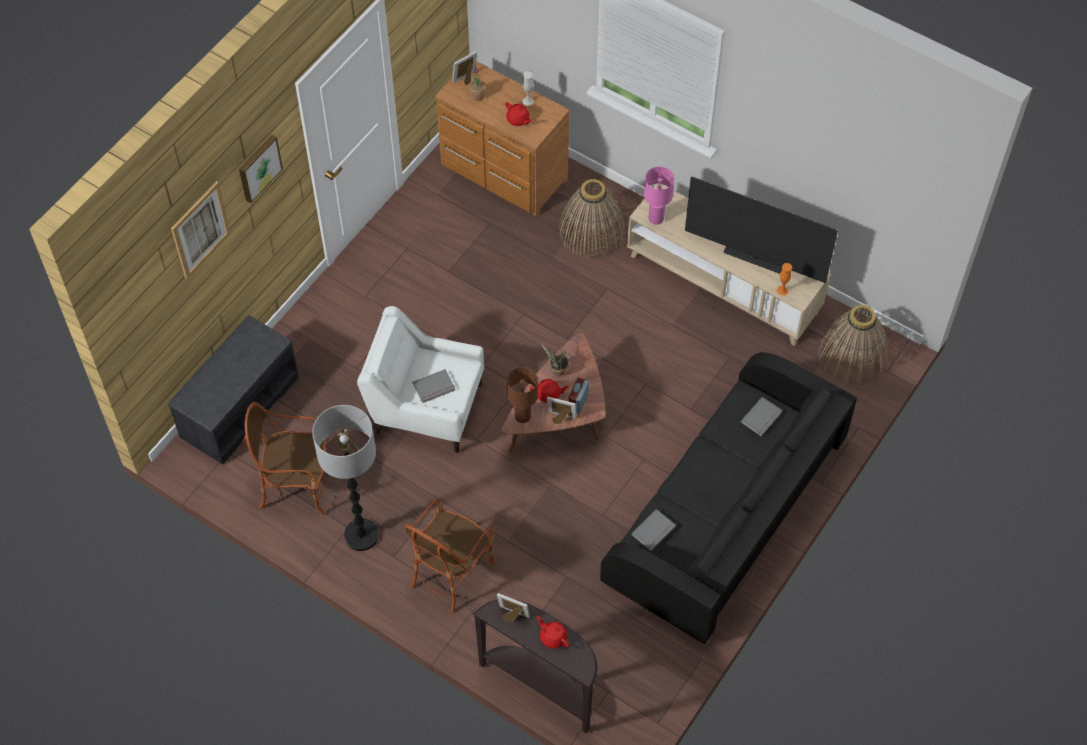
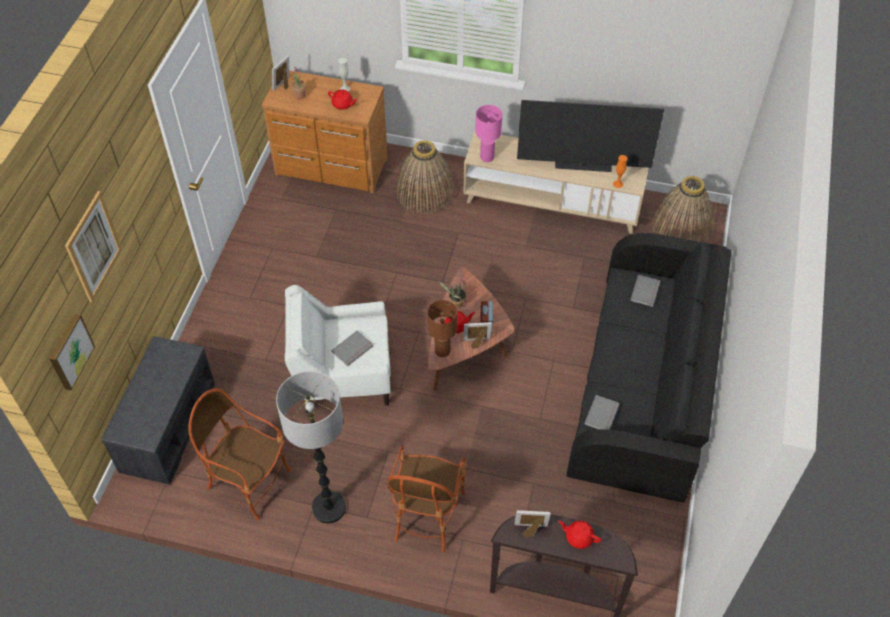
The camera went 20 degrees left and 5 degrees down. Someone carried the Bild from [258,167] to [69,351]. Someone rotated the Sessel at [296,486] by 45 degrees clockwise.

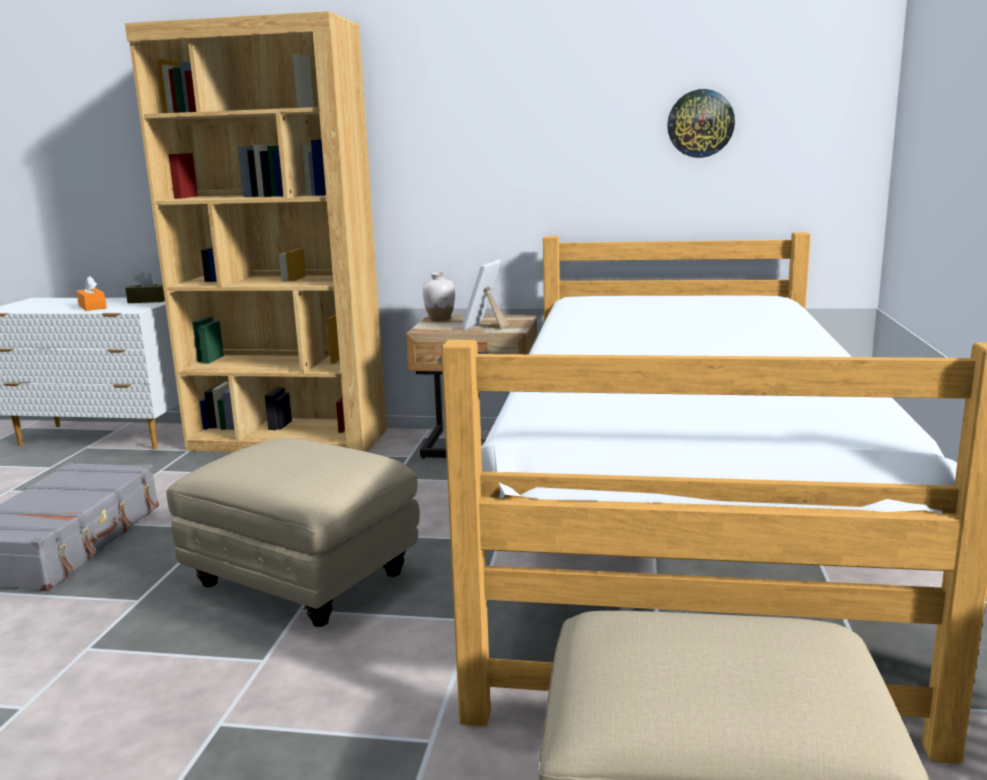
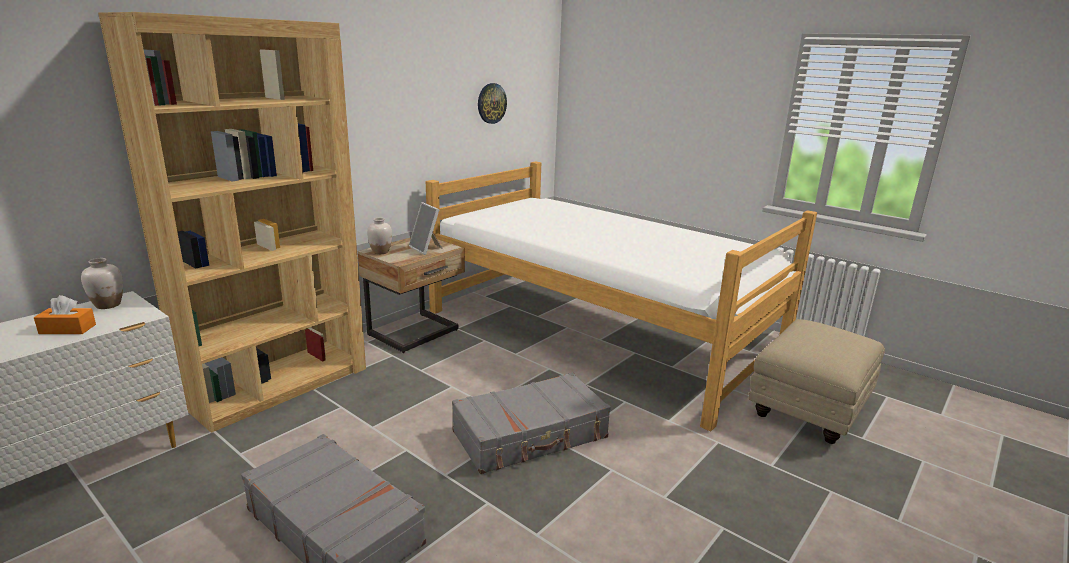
The camera went 60 degrees left and 5 degrees up. Someone swapped the Taschentuchbox [braun] at [148,301] for the Vase [weiß] at [108,305]. Someone swapped the Polsterhocker [beige] at [305,581] for the Koffer [grau] at [531,435].

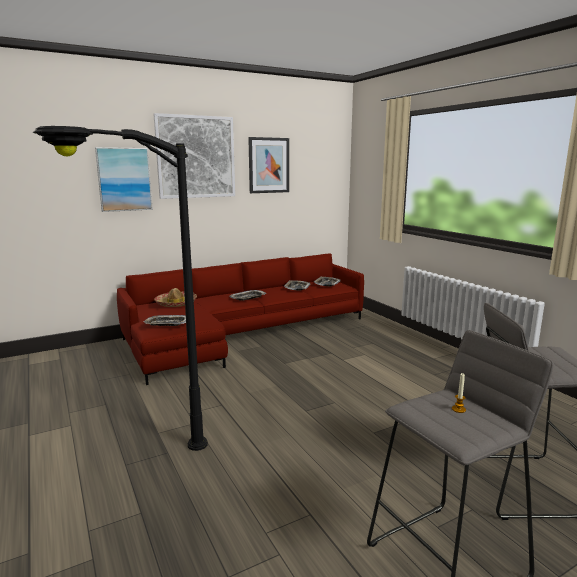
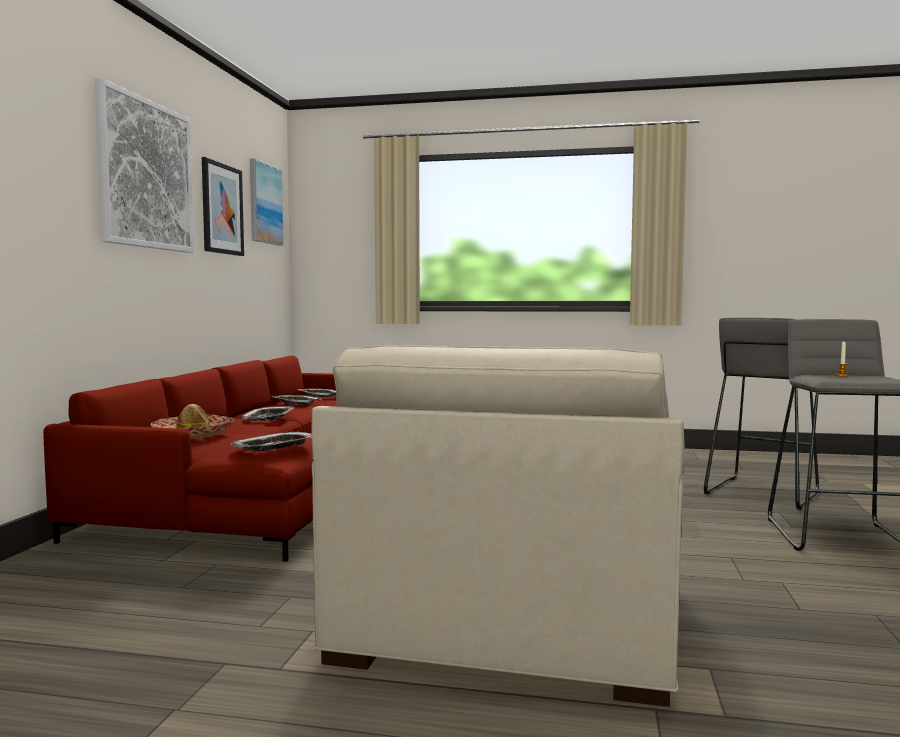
The camera went 50 degrees left and 10 degrees down. Someone carried the Bild from [124,179] to [265,204]. Someone swapped the Stehlampe [schwarz] at [132,463] for the Sessel [beige] at [511,610].

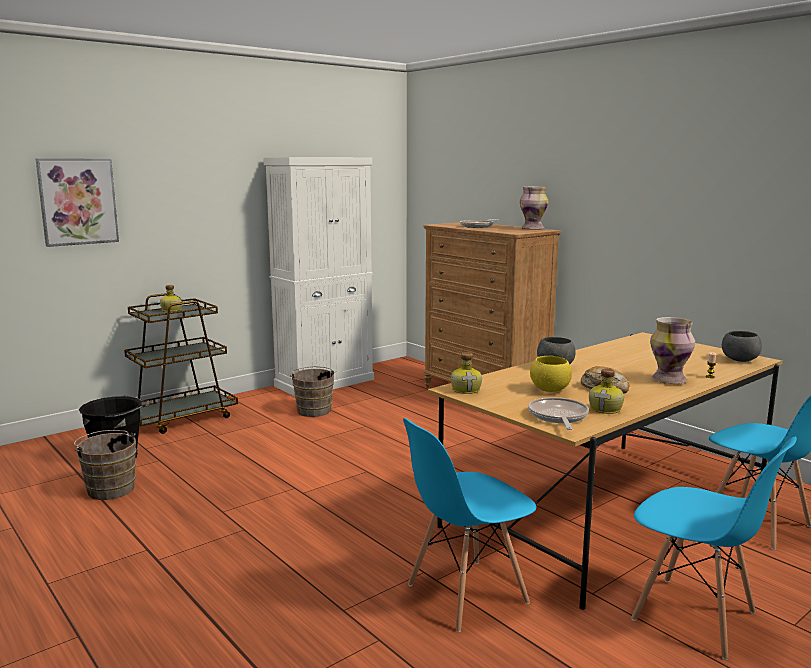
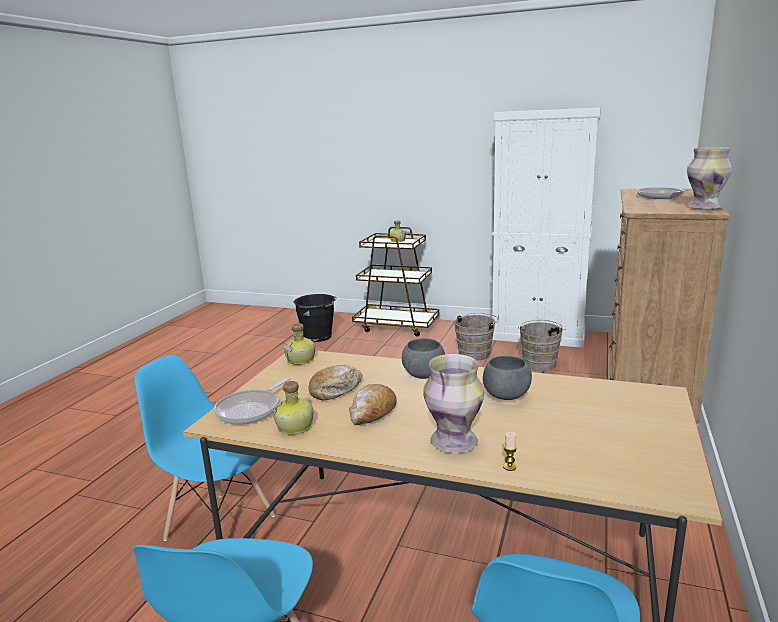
The camera went 60 degrees right and 5 degrees up. Someone rotated the Pfanne at [558,417] by 150 degrees clockwise. Someone swapped the Schüssel [gelb] at [549,390] for the Brot at [336,389]. Someone carried the Schüssel [grau] from [739,360] to [507,396]. Someone carried the Eimer [braun] from [110,488] to [539,363]. Someone took away the Bild at [78,201].

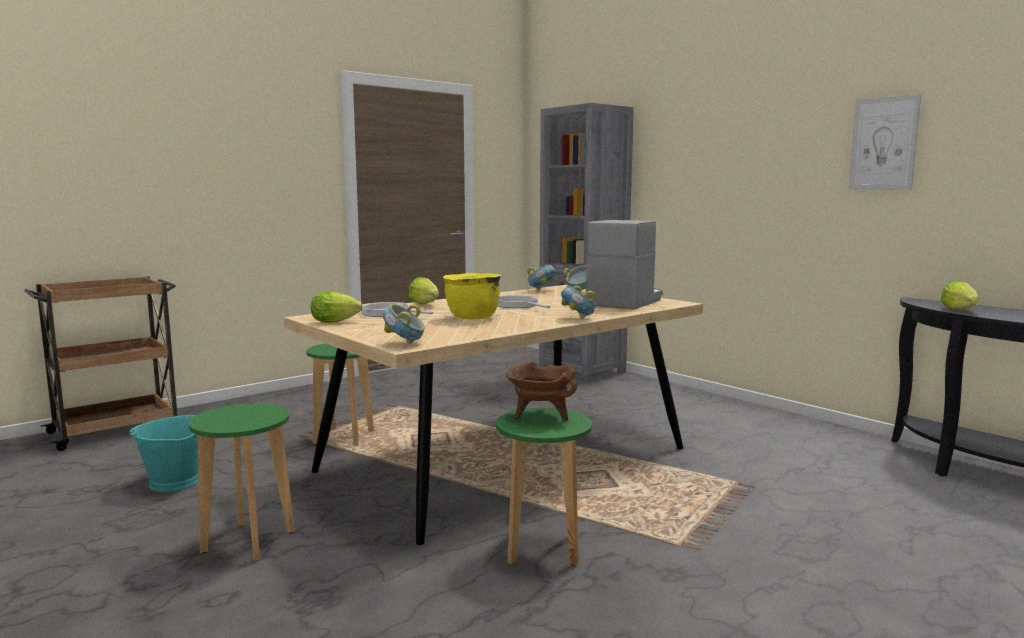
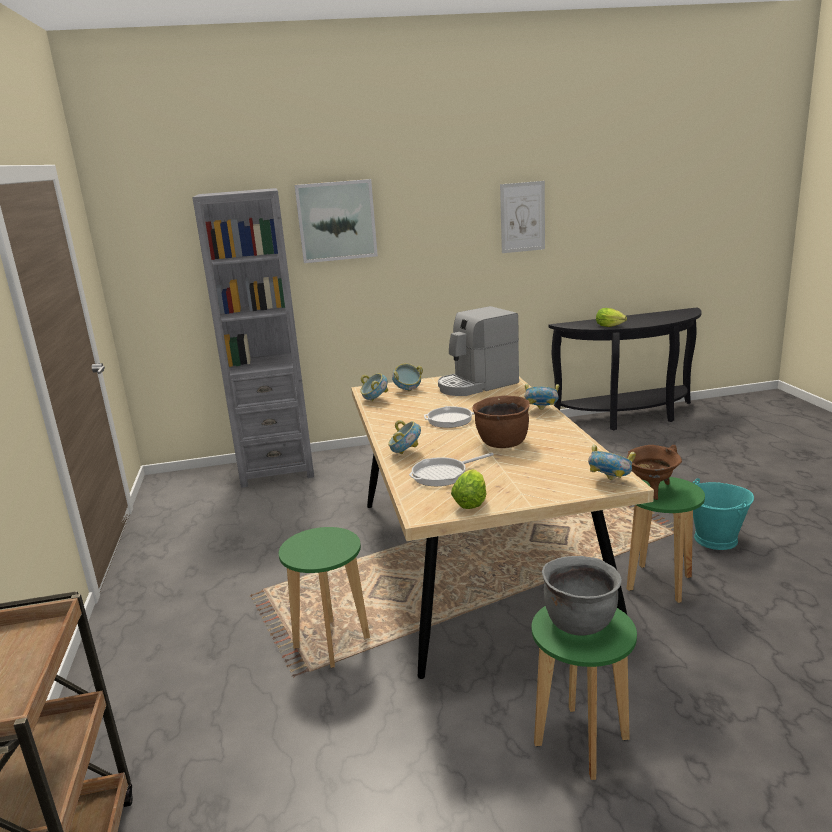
The camera went 60 degrees left and 10 degrees up. Someone put up the Bild at [336,221]. Someone swapped the Salatkopf at [426,304] for the Schüssel at [405,453]. Someone rotated the Kaffeemaschine at [626,301] by 90 degrees counterclockwise. Someone repainted the Kochtopf [gelb] at [472,317], which became the Kochtopf [braun] at [502,444]. Someone put down the Kochtopf [grau] at [579,622]. Someone carried the Eimer [türkis] from [174,482] to [716,540].

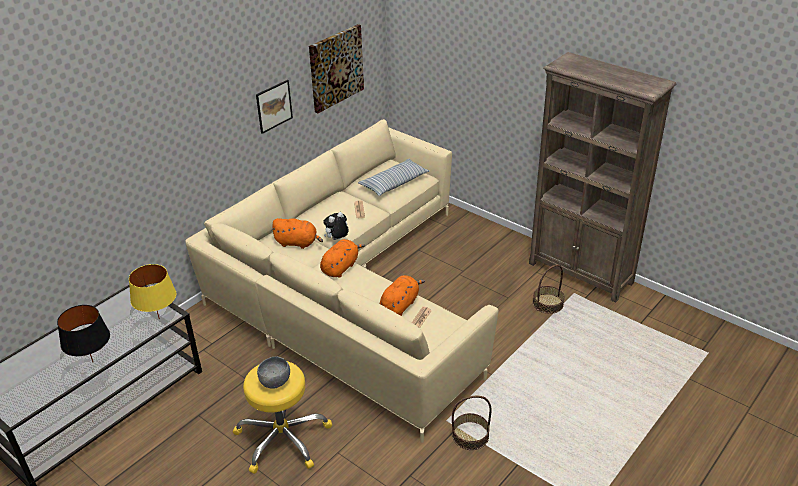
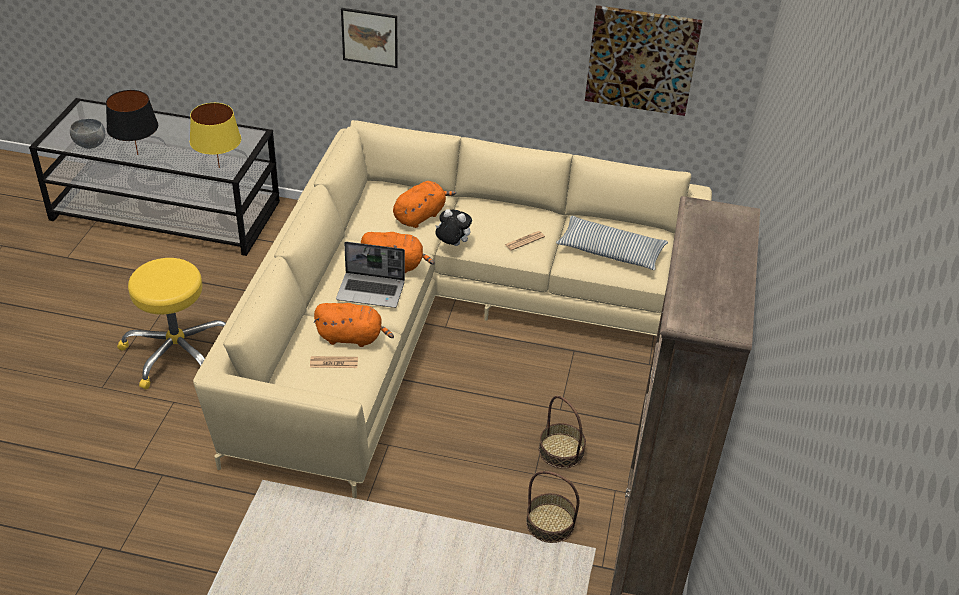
The camera went 60 degrees right and 5 degrees up. Someone carried the Schüssel [grau] from [276,382] to [90,145]. Someone put down the Laptop at [371,291]. Someone carried the Bild from [274,106] to [370,37]. Someone rotated the Plüschtier [orange] at [298,243] by 120 degrees counterclockwise. Someone carried the Korb from [470,435] to [561,451].

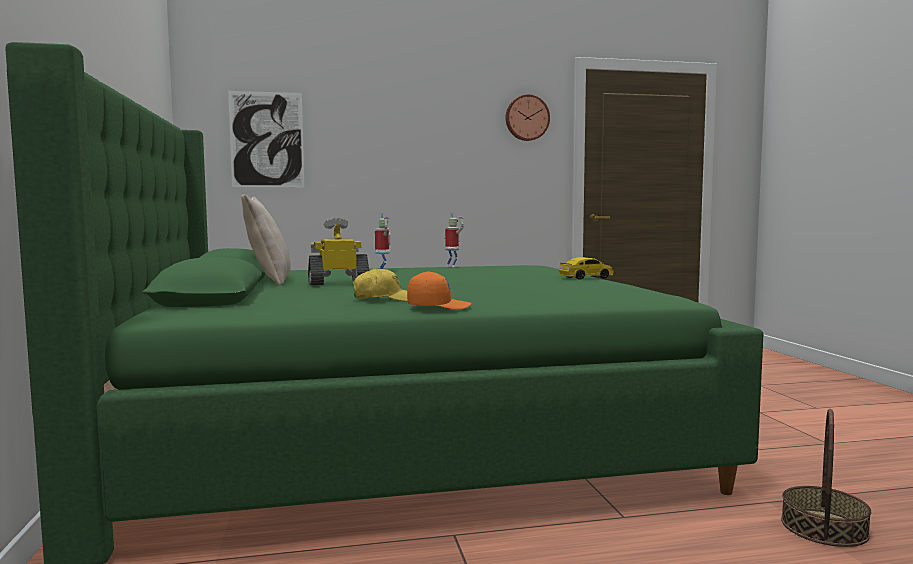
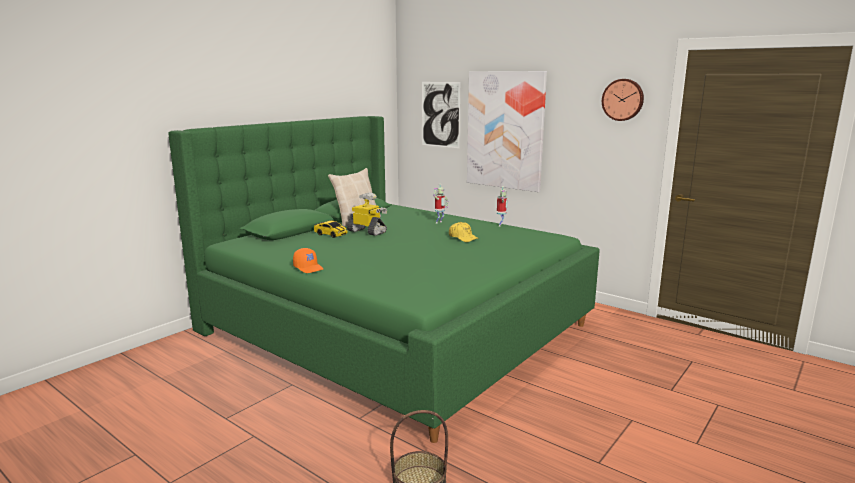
The camera went 50 degrees right and 10 degrees up. Someone carried the Spielzeugauto from [586,278] to [330,234]. Someone carried the Kappe [gelb] from [384,299] to [463,238]. Someone put up the Bild at [505,130].

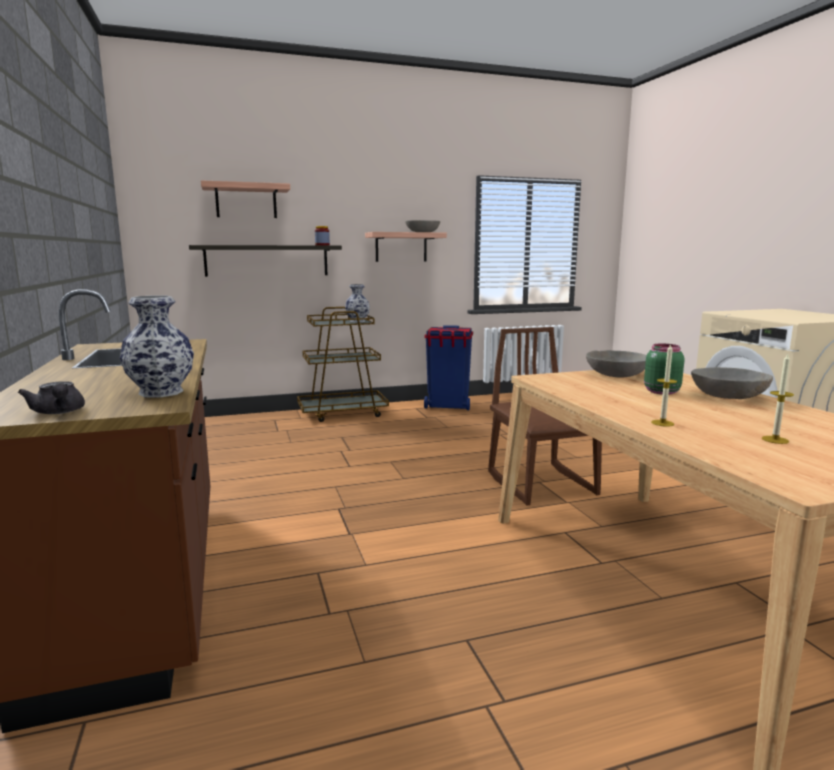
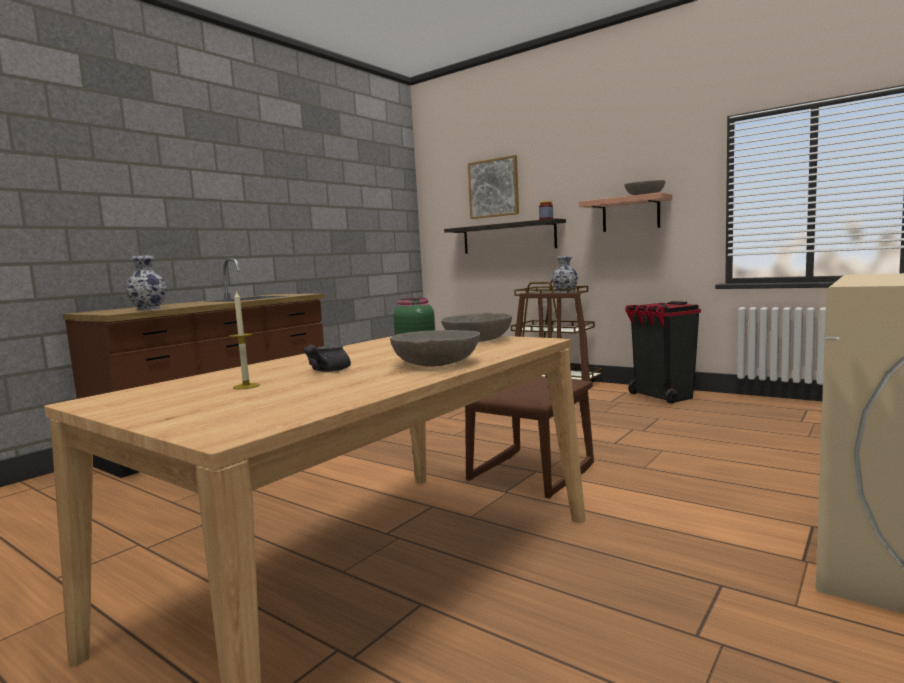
The camera went 55 degrees right and 5 degrees down. Someone carried the Teekanne [grau] from [59,412] to [327,371]. Someone swapped the Wandregal at [246,201] for the Bild at [493,188]. Someone repainted the Mülleimer [blau] at [448,406], which became the Mülleimer [schwarz] at [663,397]. Someone took away the Kerze at [662,423].

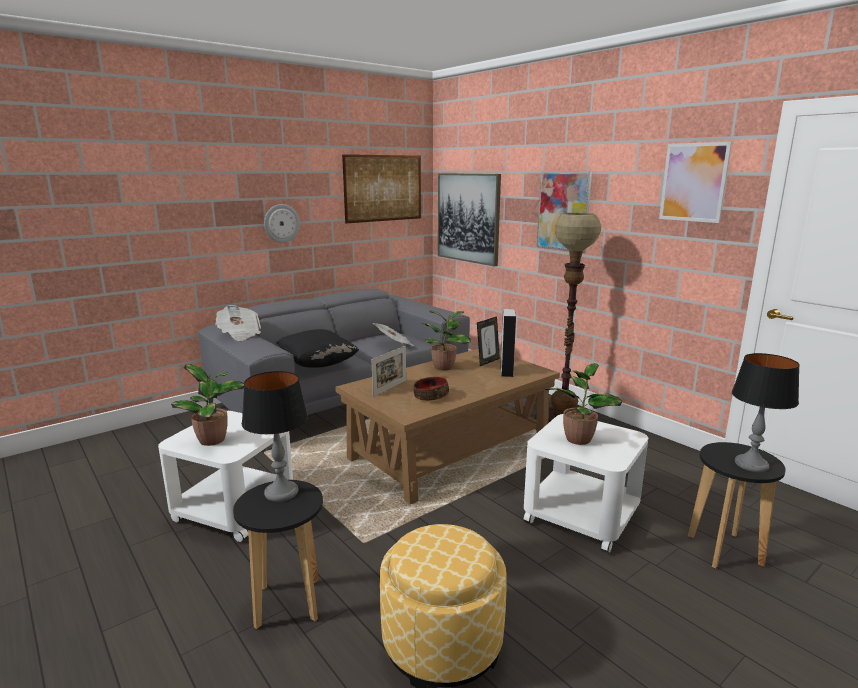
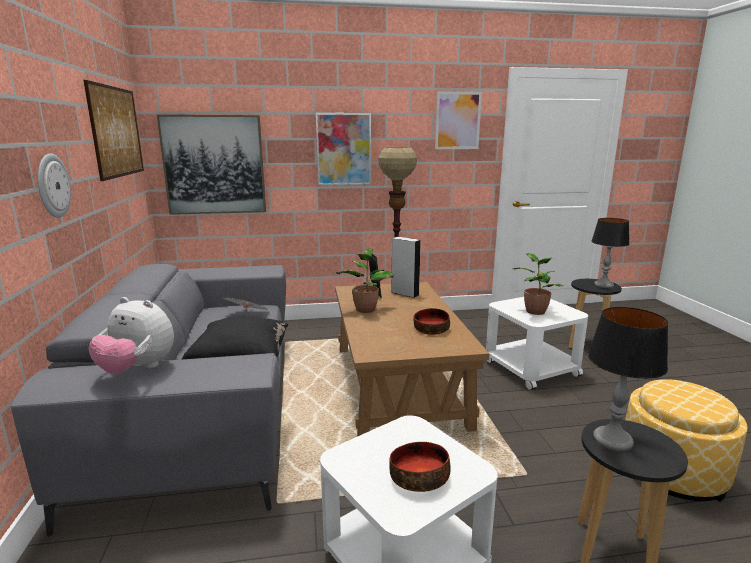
The camera went 60 degrees left and 0 degrees up. Someone swapped the Zeitung at [239,334] for the Plüschtier at [138,369]. Someone swapped the Topfpflanze at [214,440] for the Schüssel at [420,477]. Someone took away the Bilderrahmen at [390,388].

